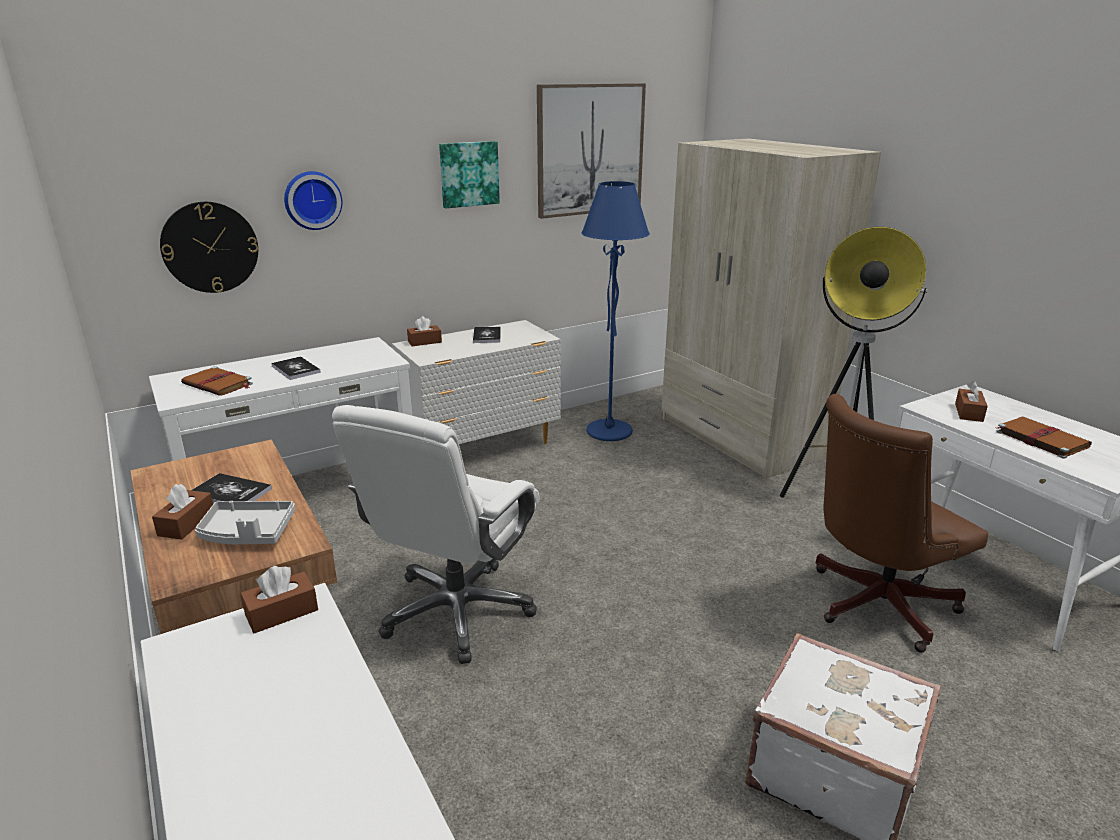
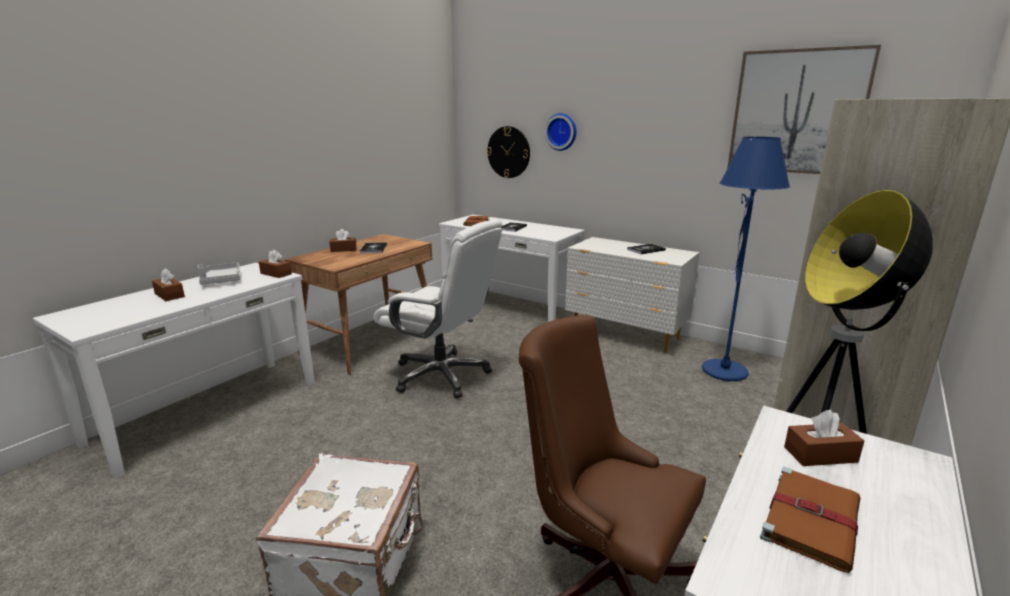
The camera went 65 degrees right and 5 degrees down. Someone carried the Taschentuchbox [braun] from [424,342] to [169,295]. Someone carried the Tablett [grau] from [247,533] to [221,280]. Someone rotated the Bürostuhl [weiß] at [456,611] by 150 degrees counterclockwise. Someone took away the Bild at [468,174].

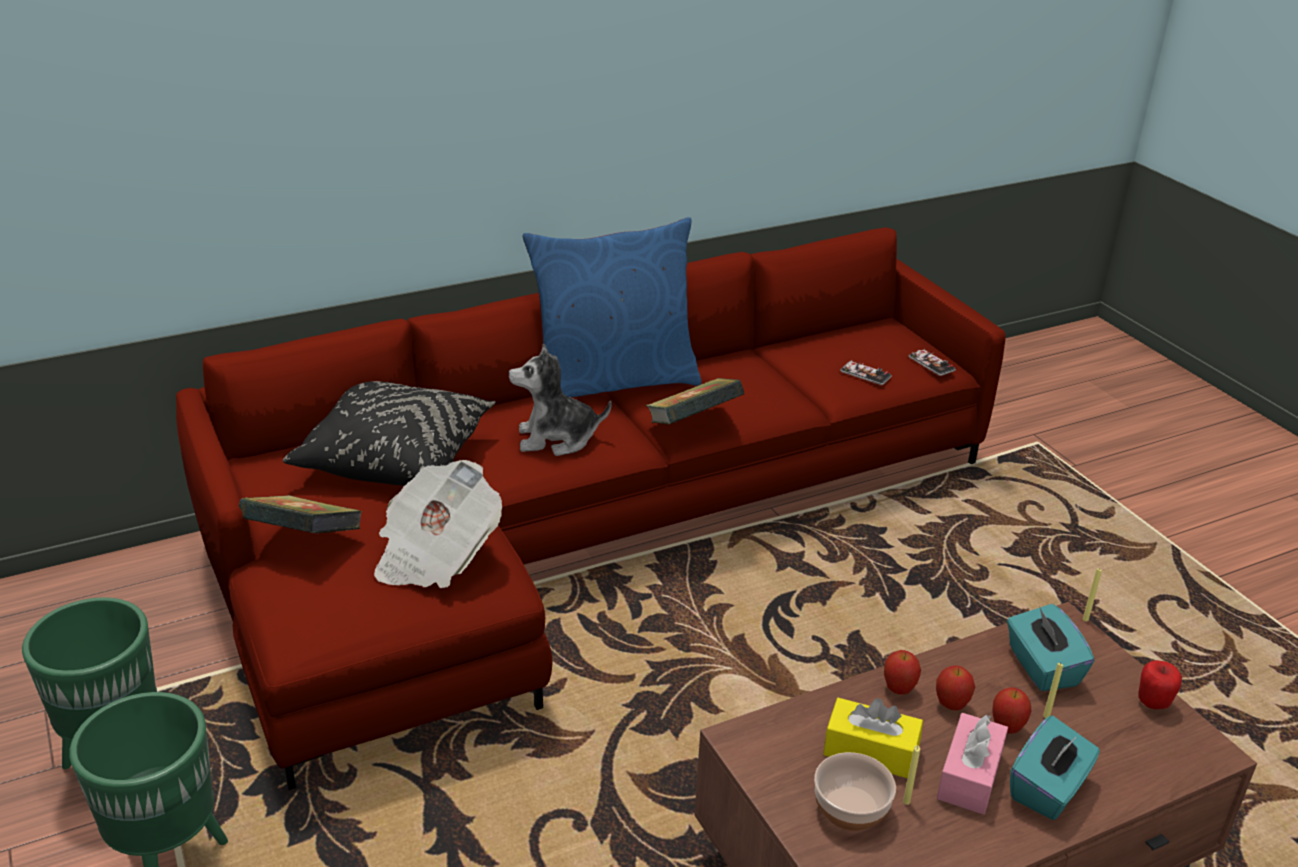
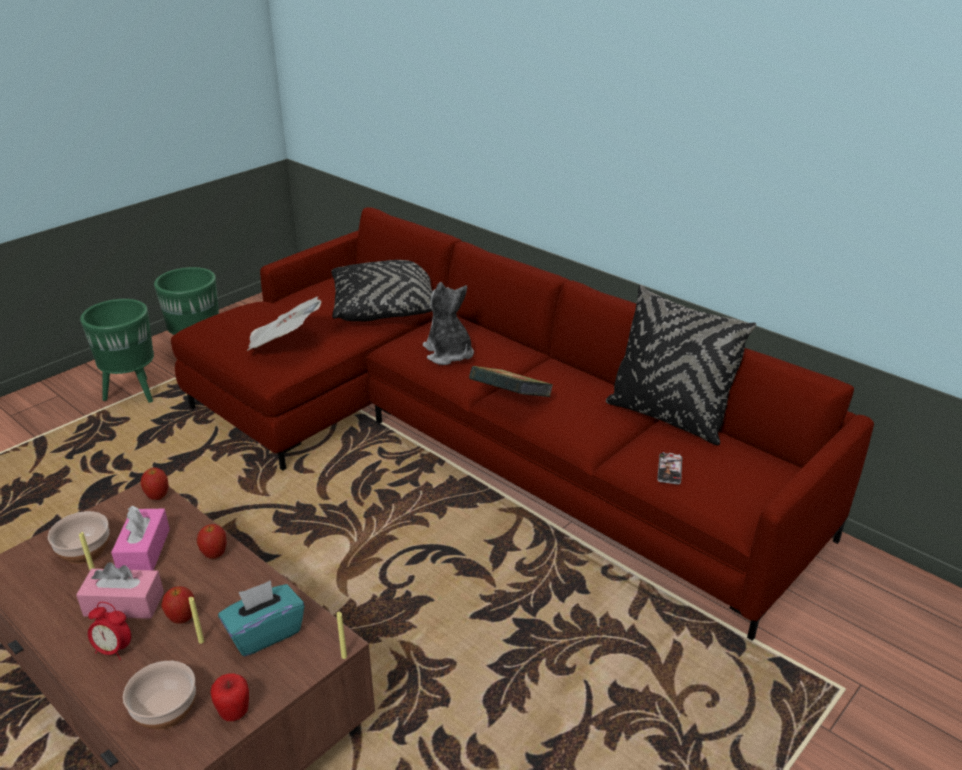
The camera went 70 degrees right and 0 degrees up. Someone swapped the Taschentuchbox [türkis] at [1048,789] for the Wecker at [114,650]. Someone repainted the Taschentuchbox [gelb] at [870,751], which became the Taschentuchbox [rosa] at [144,550]. Someone put down the Schüssel at [164,709]. Someone carried the Apfel from [951,705] to [158,497]. Someone put down the Kissen [schwarz] at [668,417]. Someone took away the Buch at [304,541]. Someone took away the Kissen [blau] at [613,381]. Someone took away the Handy at [931,363].

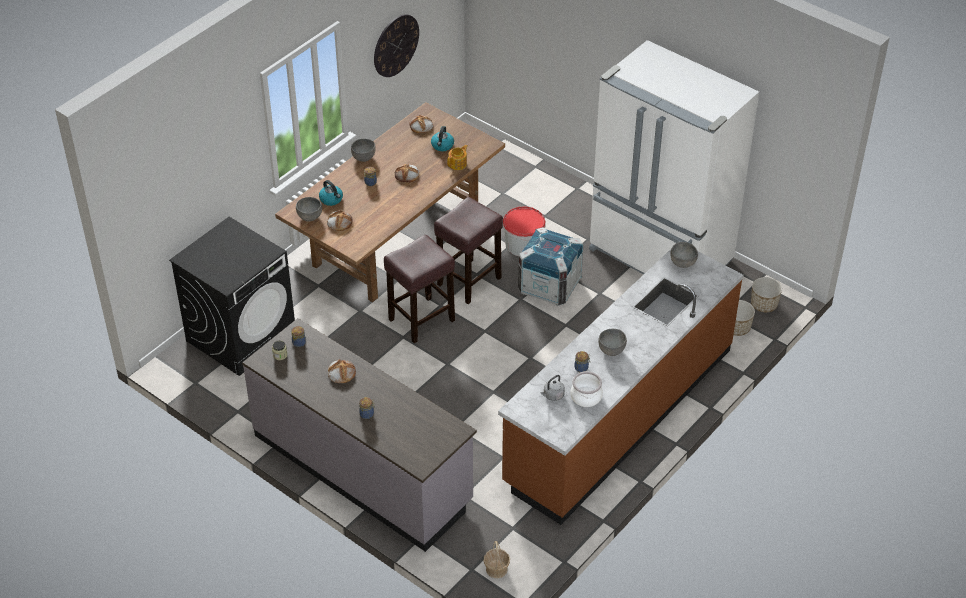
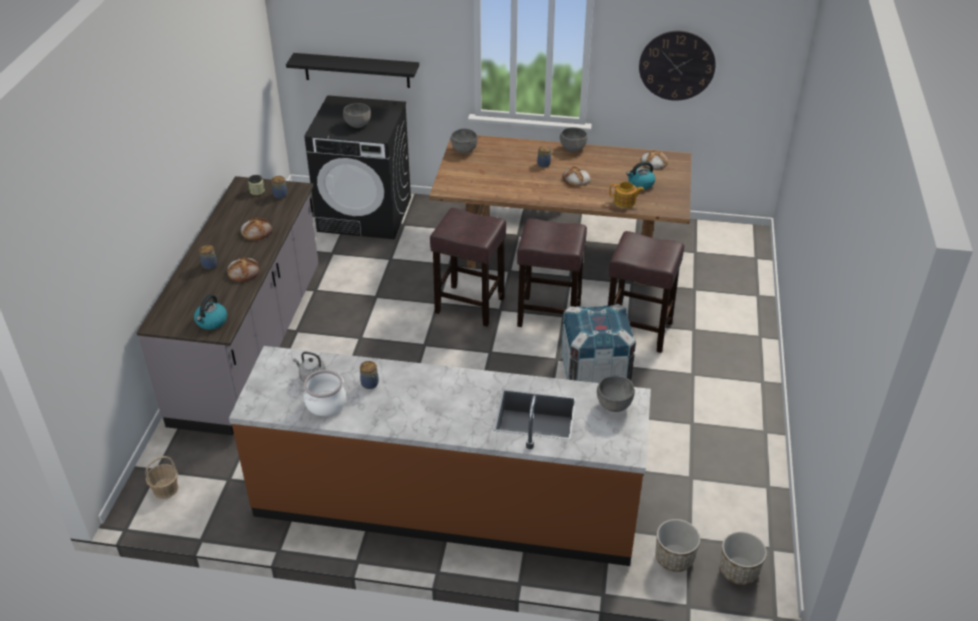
The camera went 60 degrees right and 5 degrees down. Someone carried the Wasserkessel from [331,199] to [211,322]. Someone carried the Brot from [339,222] to [244,271]. Someone put up the Wandregal [schwarz] at [356,70]. Someone carried the Schüssel [grau] from [611,350] to [358,125]. Someone swapped the Eimer at [523,244] for the Hocker [braun] at [637,330]. Someone took away the Kühlschrank [weiß] at [659,256].

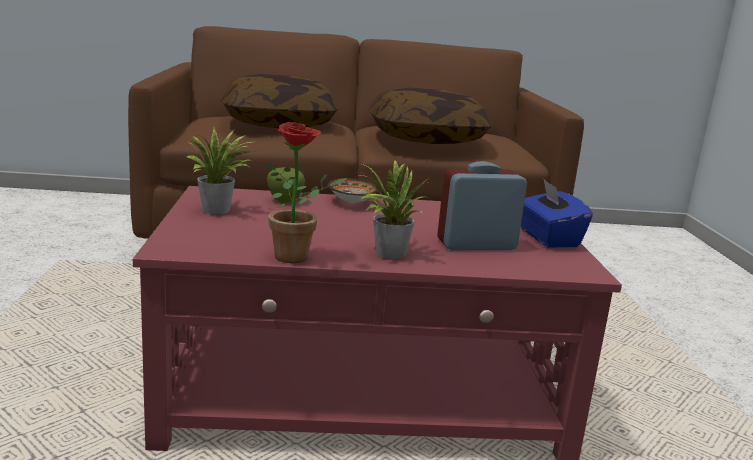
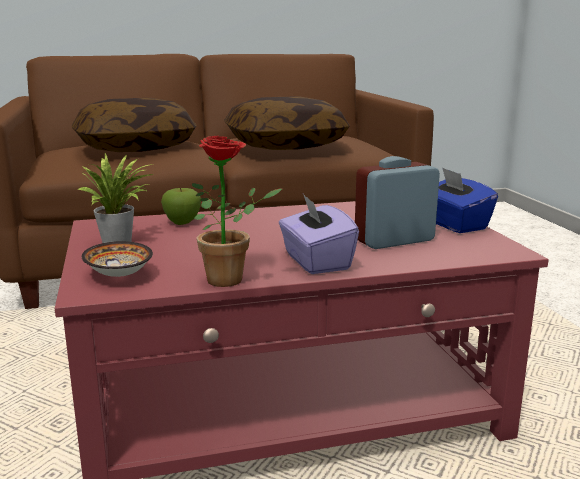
The camera went 10 degrees left and 0 degrees up. Someone carried the Schüssel from [352,202] to [120,274]. Someone swapped the Topfpflanze at [386,253] for the Taschentuchbox [lila] at [315,261].

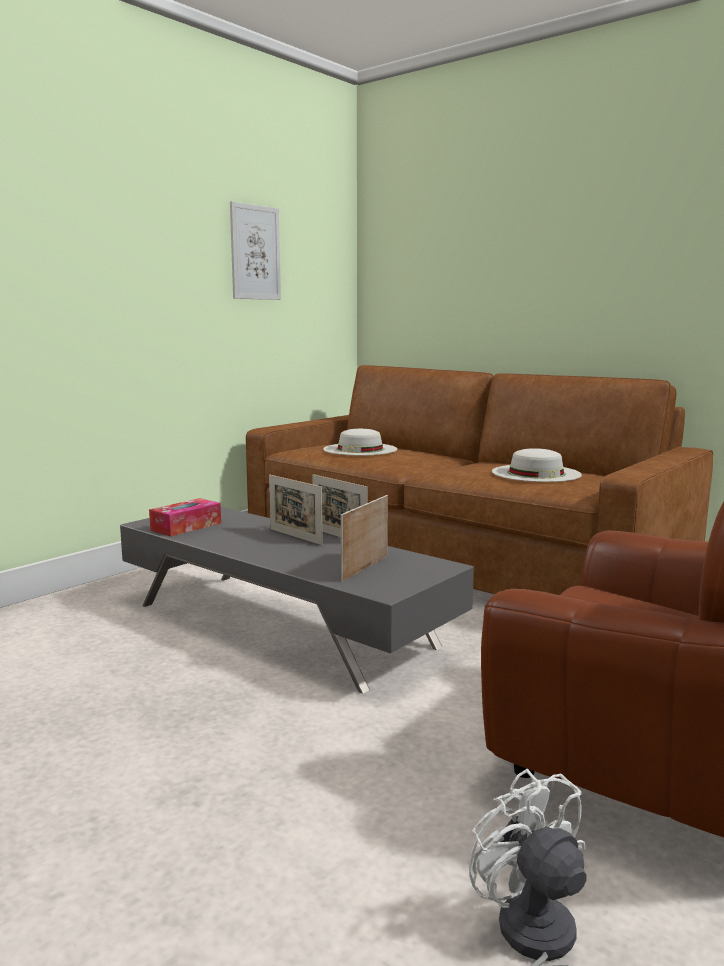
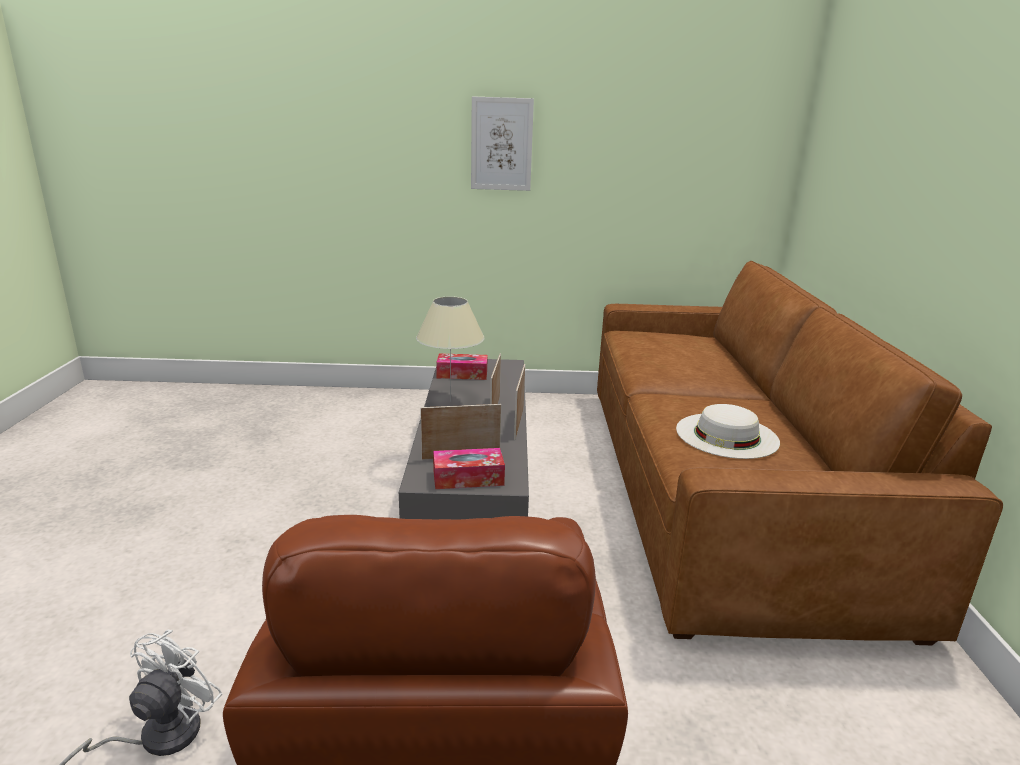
The camera went 50 degrees right and 10 degrees up. Someone put down the Tischlampe [beige] at [450,401]. Someone put down the Taschentuchbox at [468,478]. Someone carried the Bild from [255,252] to [501,144]. Someone took away the Hut [weiß] at [360,449].

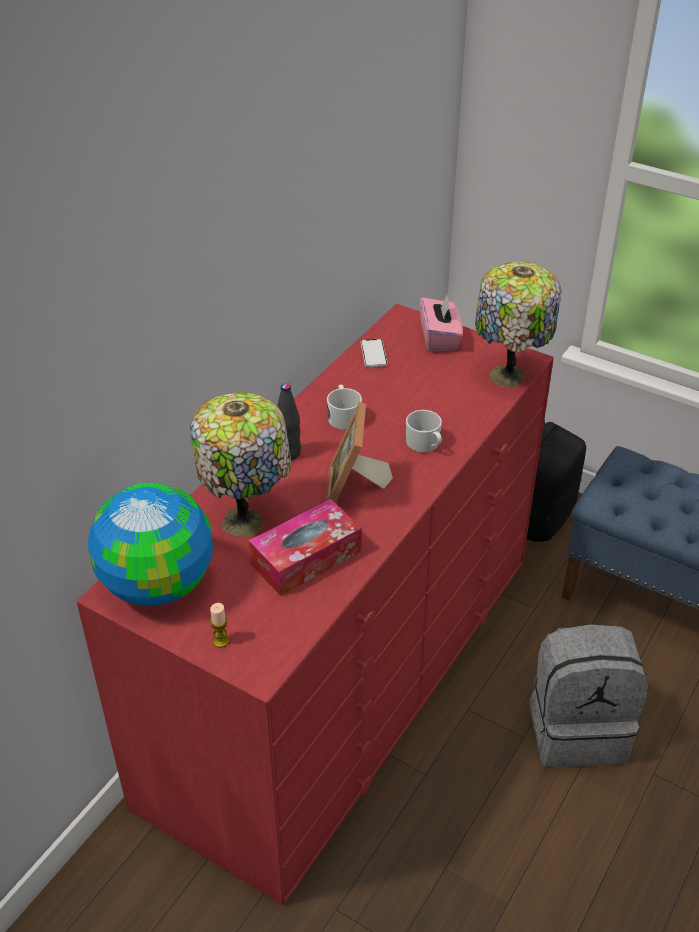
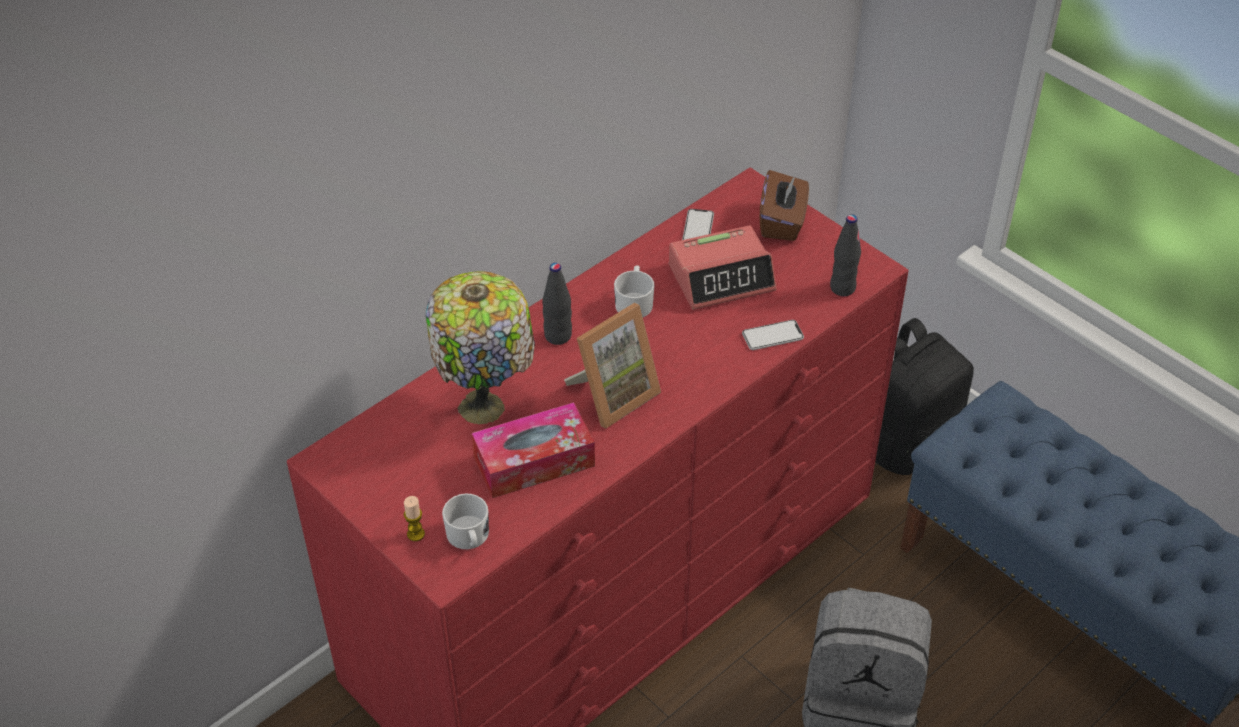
The camera went 15 degrees right and 5 degrees up. Someone carried the Henkelbecher [weiß] from [425,444] to [469,537]. Someone rotated the Bilderrahmen at [354,491] by 150 degrees counterclockwise. Someone put down the Wecker at [722,278]. Someone put down the Handy at [772,336]. Someone repainted the Taschentuchbox [rosa] at [439,338], which became the Taschentuchbox [braun] at [782,222]. Someone swapped the Tischlampe at [508,378] for the Flasche [schwarz] at [842,288]. Someone took away the Globus at [157,584].

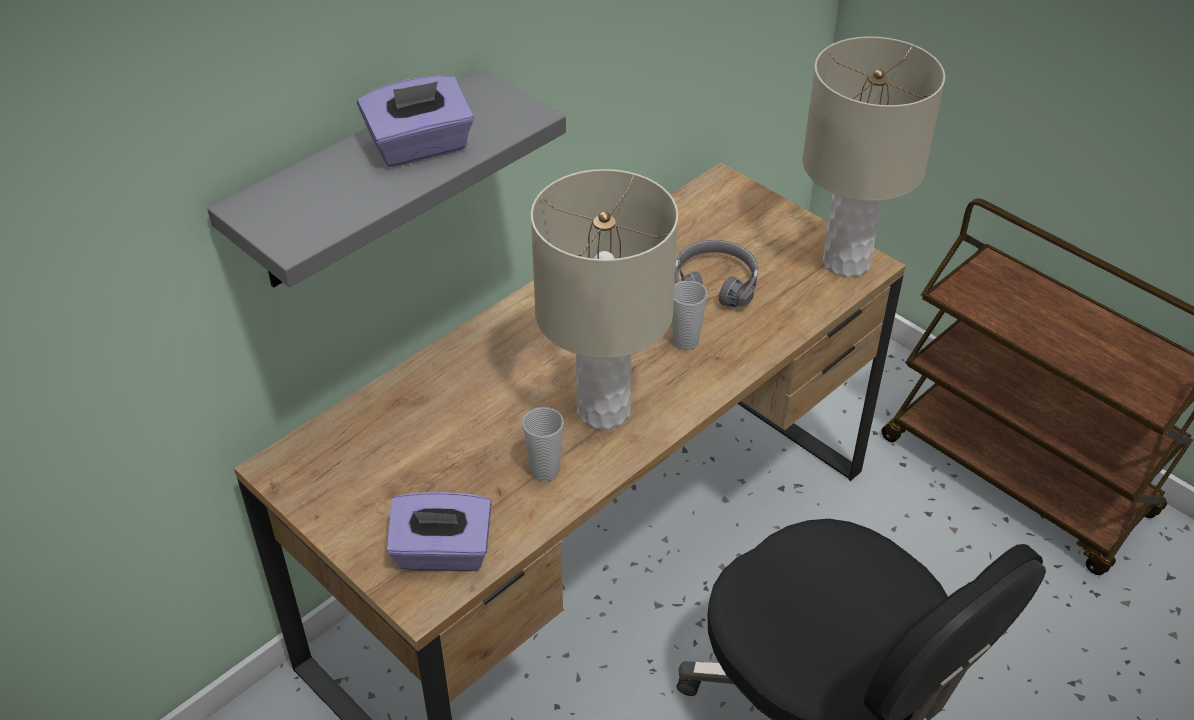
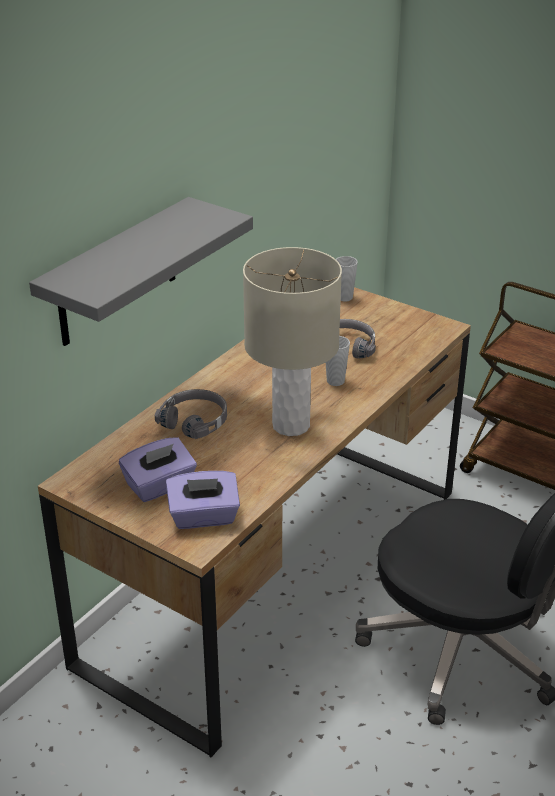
The camera went 10 degrees left and 10 degrees down. Someone carried the Taschentuchbox [lila] from [420,147] to [160,486]. Someone put down the Kopfhörer [grau] at [195,421]. Someone carried the Tasse from [545,471] to [344,297]. Someone took away the Tischlampe [beige] at [845,262].

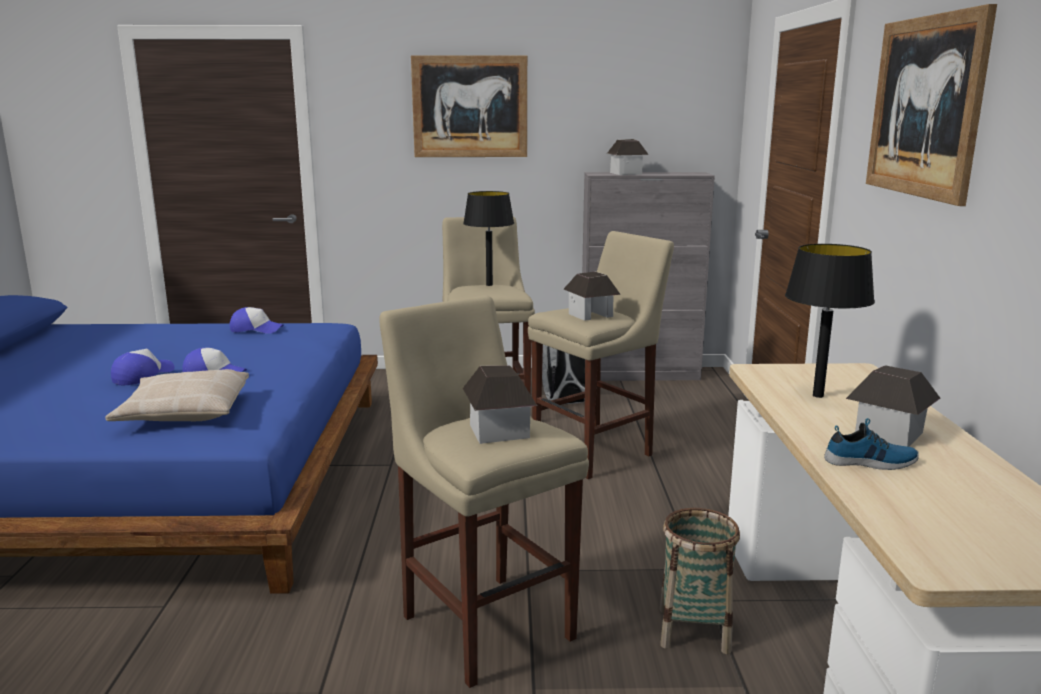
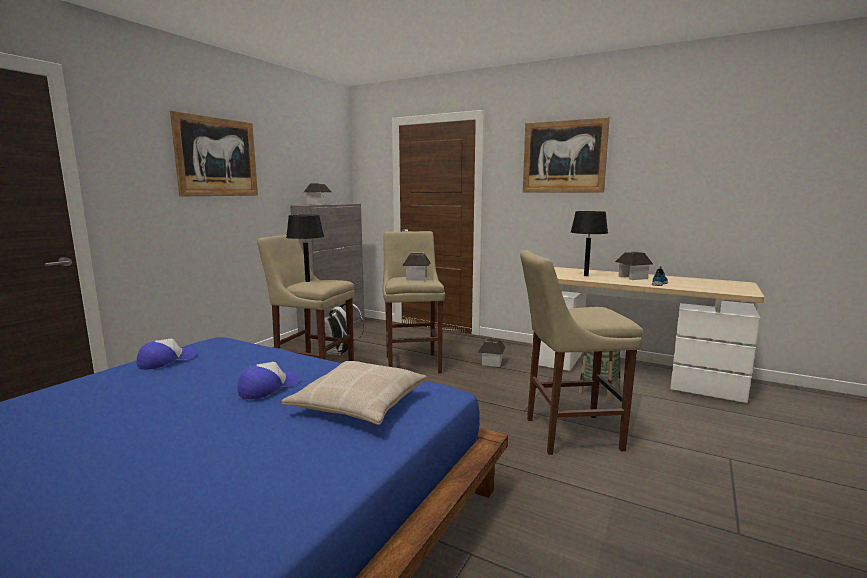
The camera went 60 degrees left and 5 degrees down. Someone carried the Spielzeughaus from [499,431] to [491,362]. Someone took away the Kappe at [143,375].

